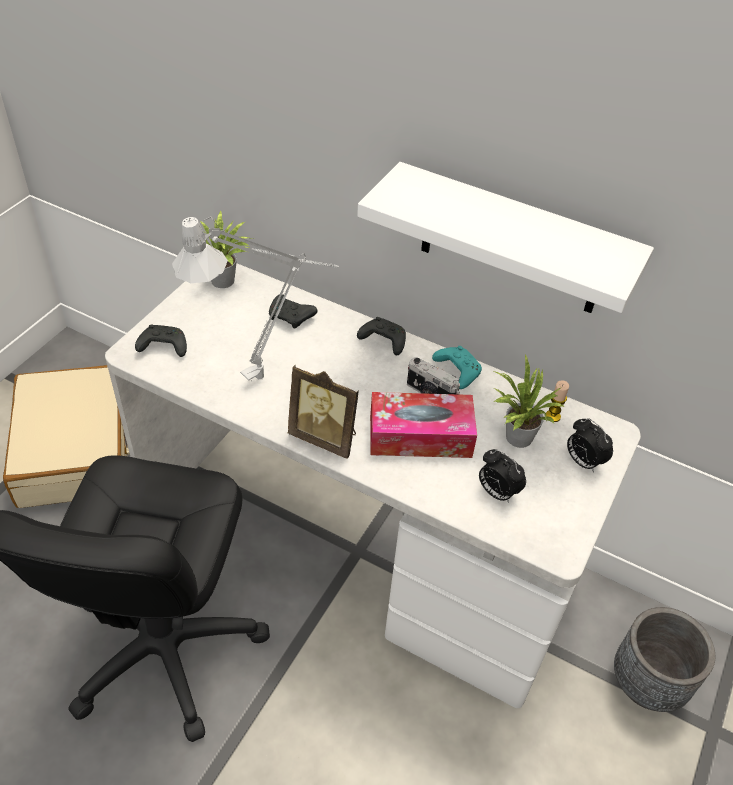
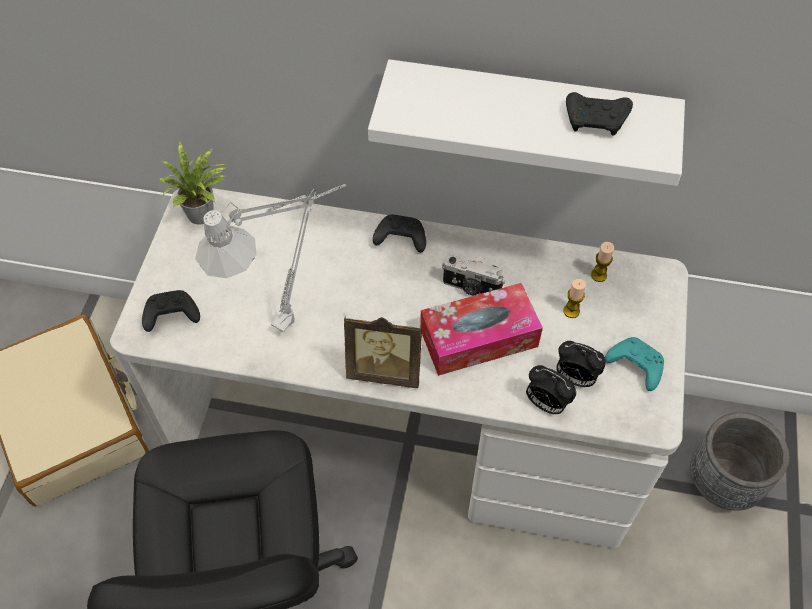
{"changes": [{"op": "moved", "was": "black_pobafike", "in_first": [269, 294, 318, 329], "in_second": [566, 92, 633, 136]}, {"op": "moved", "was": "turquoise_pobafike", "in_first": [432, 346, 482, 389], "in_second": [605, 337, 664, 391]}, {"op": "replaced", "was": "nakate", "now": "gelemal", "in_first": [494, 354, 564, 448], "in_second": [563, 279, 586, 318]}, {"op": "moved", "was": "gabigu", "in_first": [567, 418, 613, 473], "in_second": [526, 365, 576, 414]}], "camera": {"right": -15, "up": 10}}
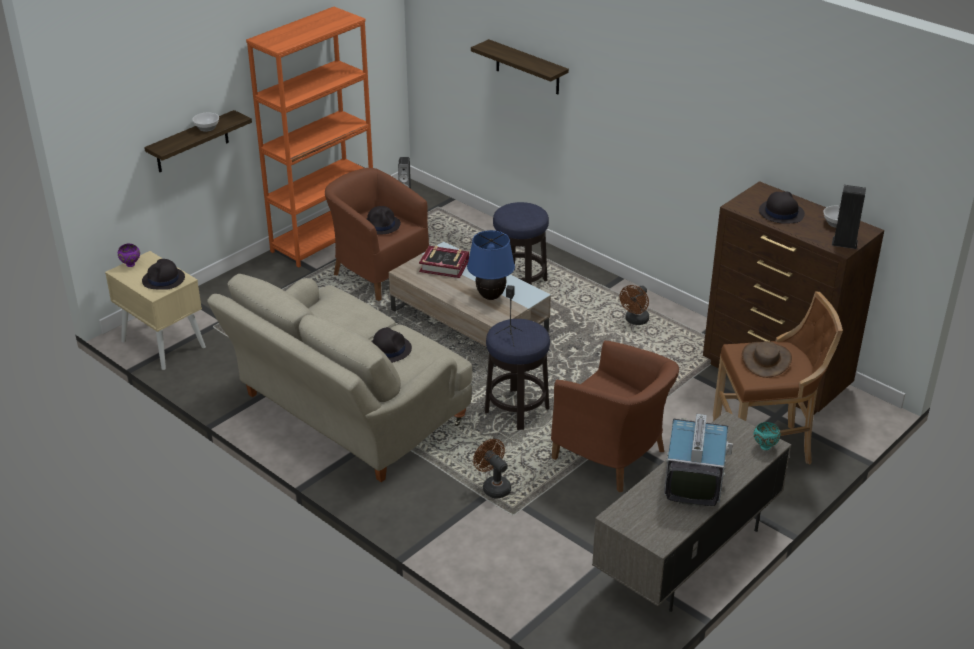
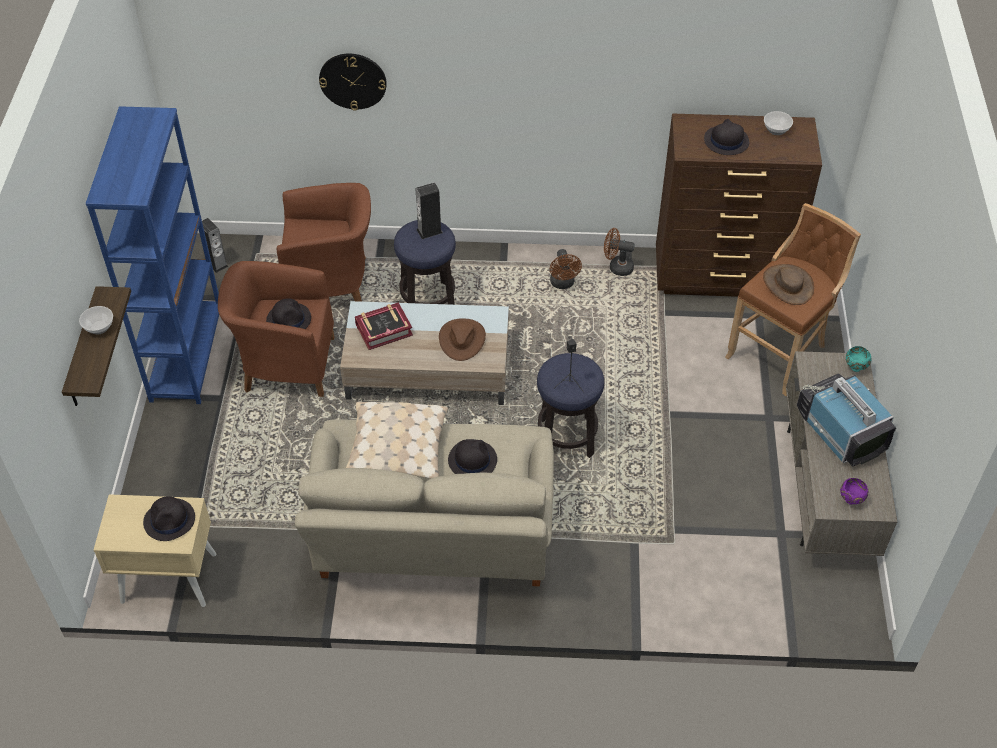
{"changes": [{"op": "moved", "was": "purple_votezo", "in_first": [118, 243, 140, 267], "in_second": [840, 478, 868, 505]}, {"op": "recoloured", "was": "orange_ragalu", "now": "blue_ragalu", "in_first": [246, 7, 373, 268], "in_second": [86, 106, 219, 404]}, {"op": "replaced", "was": "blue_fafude", "now": "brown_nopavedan", "in_first": [467, 230, 515, 300], "in_second": [439, 318, 486, 361]}, {"op": "replaced", "was": "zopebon", "now": "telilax", "in_first": [471, 39, 569, 94], "in_second": [319, 54, 387, 110]}, {"op": "moved", "was": "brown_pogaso", "in_first": [473, 439, 511, 498], "in_second": [604, 228, 635, 276]}, {"op": "moved", "was": "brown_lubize", "in_first": [551, 341, 679, 492], "in_second": [277, 183, 371, 302]}, {"op": "moved", "was": "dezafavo", "in_first": [832, 185, 866, 249], "in_second": [415, 182, 443, 239]}, {"op": "added", "now": "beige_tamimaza", "in_second": [346, 402, 448, 479]}], "camera": {"right": -40, "up": 15}}
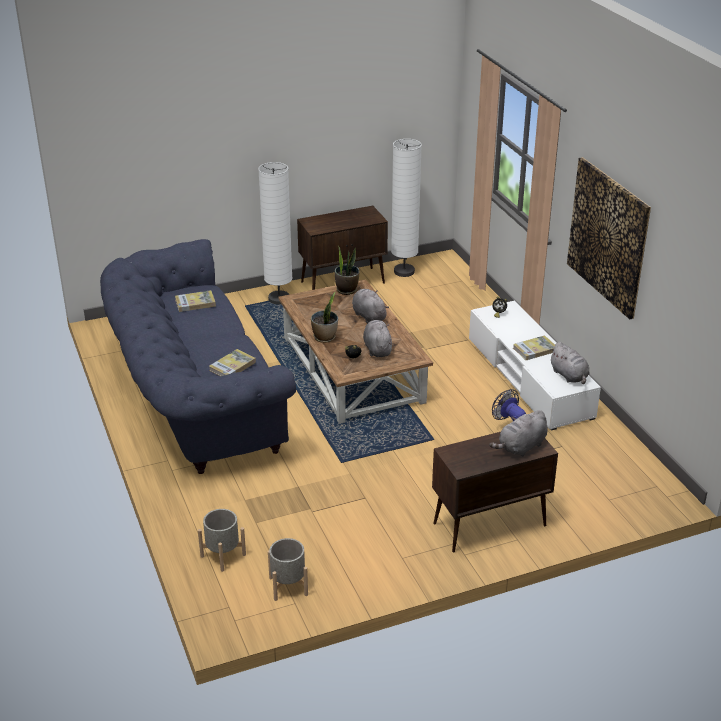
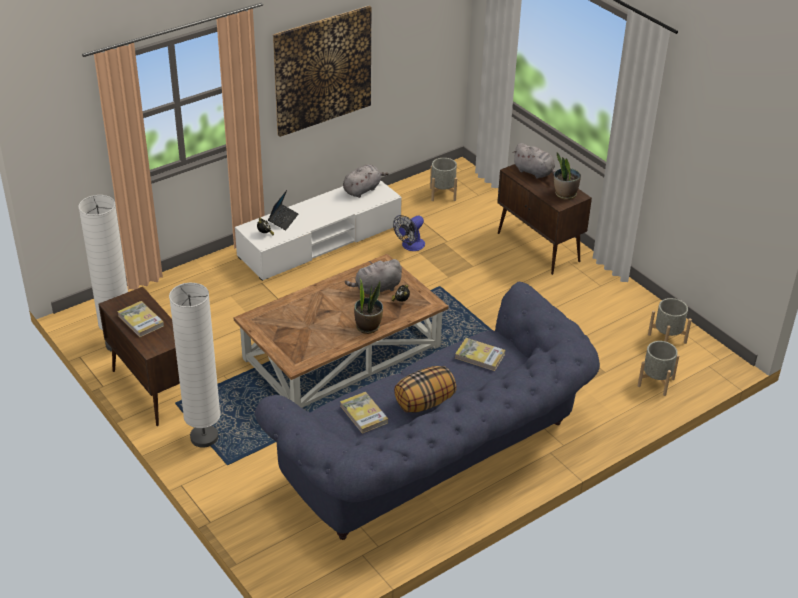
{"changes": [{"op": "moved", "was": "nakate", "in_first": [335, 246, 360, 295], "in_second": [554, 152, 581, 200]}, {"op": "removed", "was": "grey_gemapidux", "in_first": [352, 289, 389, 323]}, {"op": "moved", "was": "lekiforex", "in_first": [513, 335, 555, 360], "in_second": [117, 301, 164, 337]}, {"op": "added", "now": "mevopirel", "in_second": [268, 190, 298, 230]}, {"op": "added", "now": "tamimaza", "in_second": [394, 366, 457, 413]}, {"op": "added", "now": "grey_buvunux", "in_second": [430, 158, 457, 201]}], "camera": {"right": -105, "up": 5}}
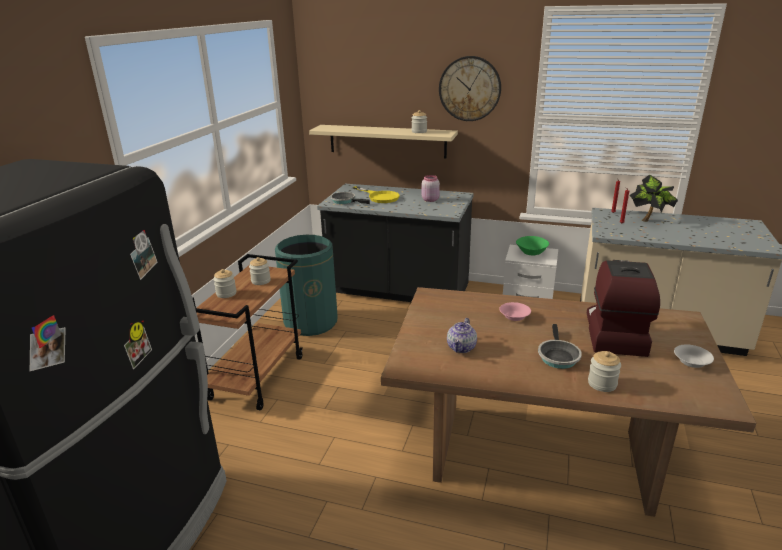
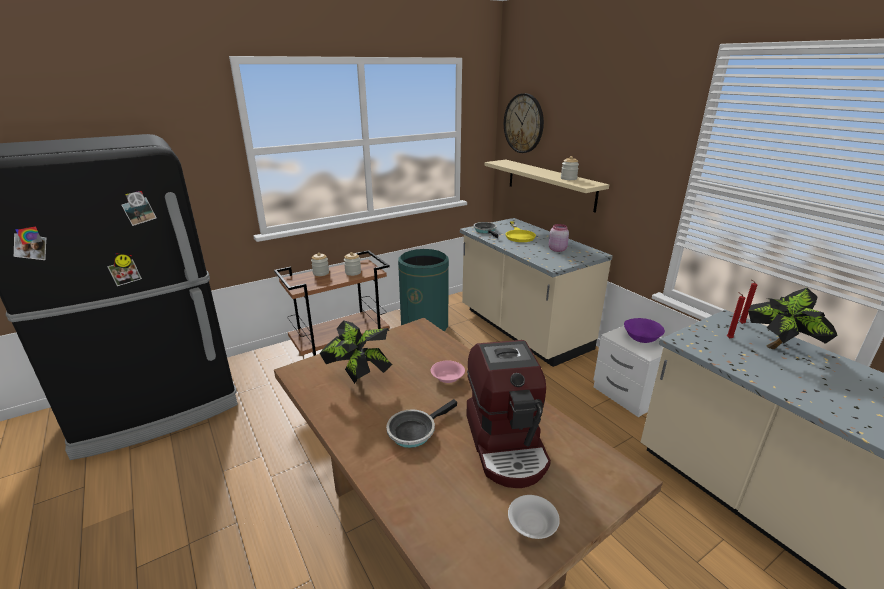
{"changes": [{"op": "recoloured", "was": "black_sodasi", "now": "beige_sodasi", "in_first": [317, 184, 474, 302], "in_second": [460, 218, 613, 367]}, {"op": "moved", "was": "telilax", "in_first": [439, 56, 501, 121], "in_second": [504, 93, 544, 153]}, {"op": "replaced", "was": "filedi", "now": "nakate", "in_first": [447, 318, 477, 353], "in_second": [319, 320, 393, 384]}, {"op": "recoloured", "was": "green_votezo", "now": "purple_votezo", "in_first": [516, 236, 549, 255], "in_second": [624, 318, 665, 343]}, {"op": "turned", "was": "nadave", "in_first": [587, 260, 660, 357], "in_second": [466, 340, 551, 488], "clockwise": 120}, {"op": "removed", "was": "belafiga", "in_first": [588, 351, 621, 392]}], "camera": {"right": 40, "up": 0}}
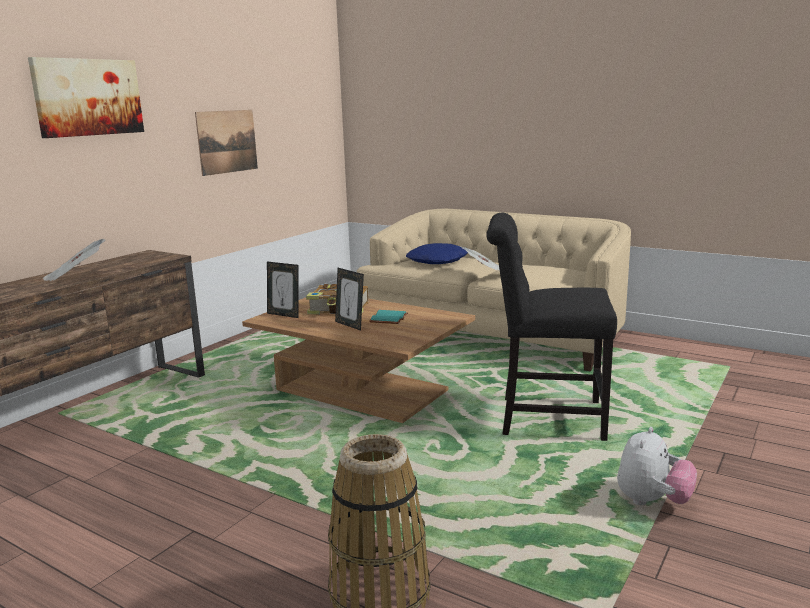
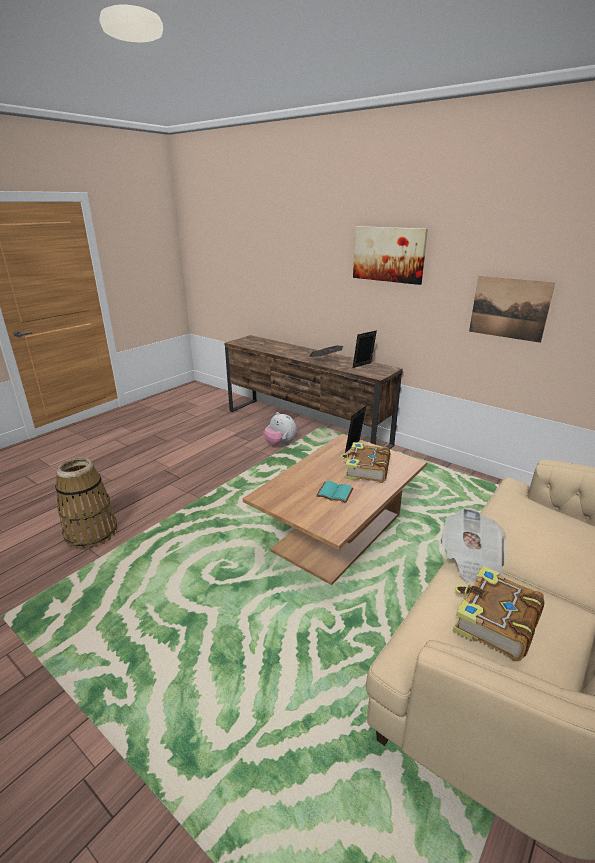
{"changes": [{"op": "moved", "was": "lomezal", "in_first": [335, 268, 364, 331], "in_second": [353, 330, 377, 368]}, {"op": "removed", "was": "blue_tamimaza", "in_first": [406, 243, 468, 264]}, {"op": "removed", "was": "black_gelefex", "in_first": [486, 212, 617, 441]}, {"op": "moved", "was": "gemapidux", "in_first": [617, 427, 697, 505], "in_second": [263, 412, 297, 446]}, {"op": "added", "now": "lekiforex", "in_second": [453, 566, 545, 661]}], "camera": {"right": 95, "up": 10}}
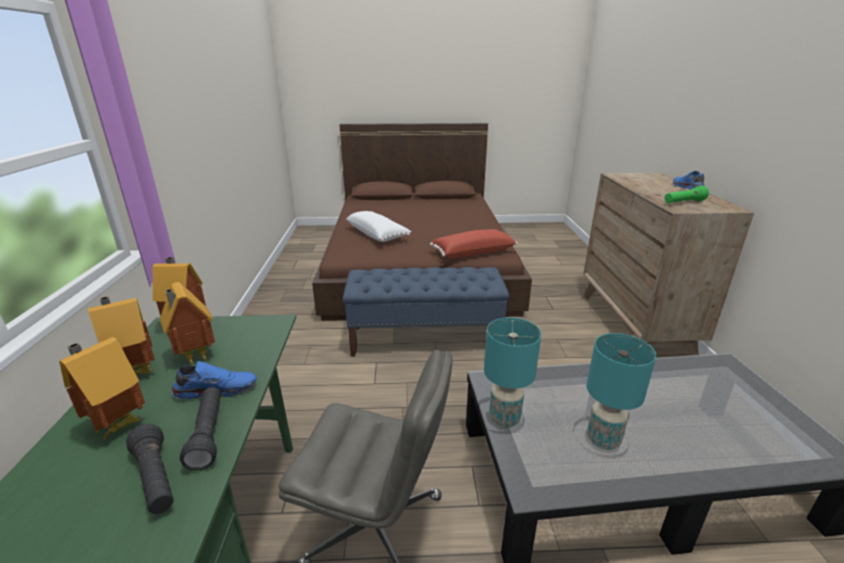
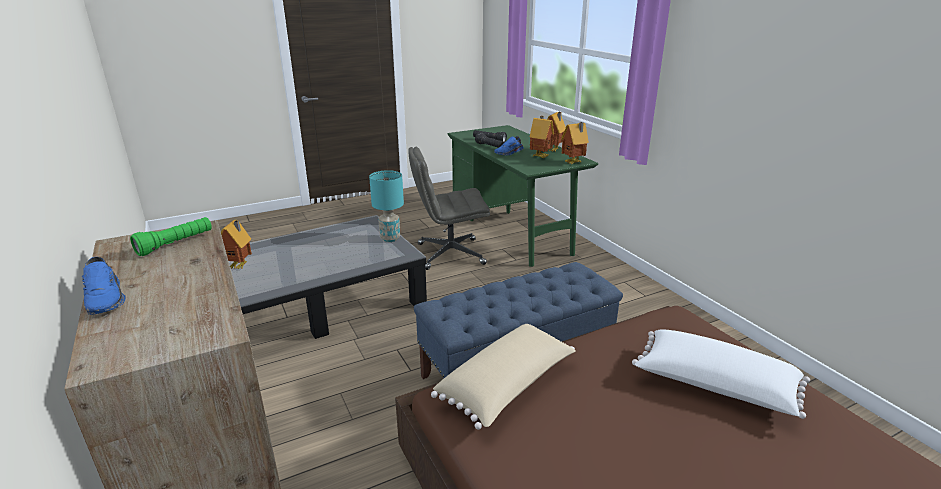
{"changes": [{"op": "moved", "was": "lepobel", "in_first": [59, 337, 145, 440], "in_second": [221, 220, 252, 269]}, {"op": "recoloured", "was": "red_tamimaza", "now": "beige_tamimaza", "in_first": [430, 229, 518, 258], "in_second": [431, 324, 575, 430]}, {"op": "removed", "was": "turquoise_fafude", "in_first": [586, 333, 656, 450]}], "camera": {"right": 155, "up": 0}}
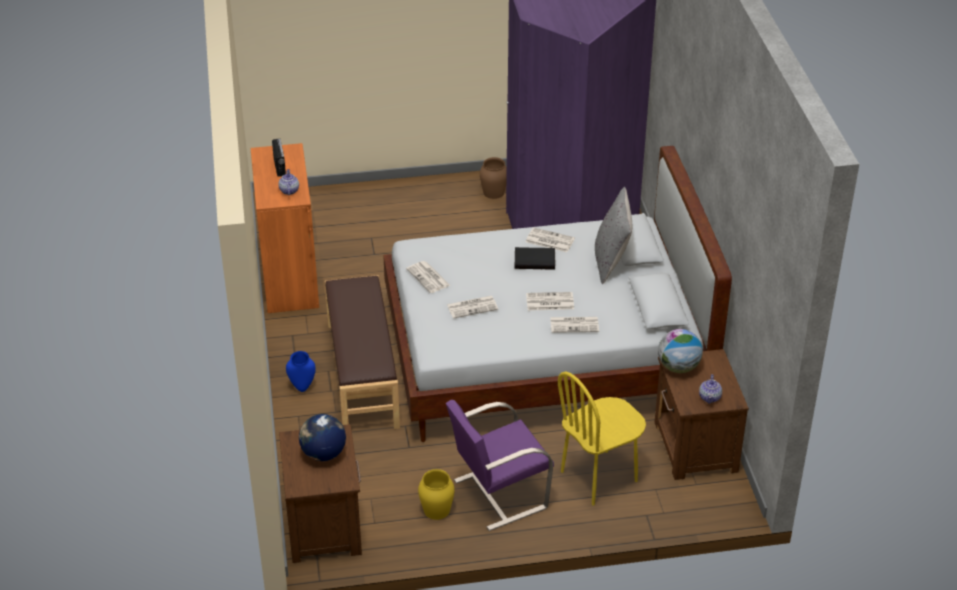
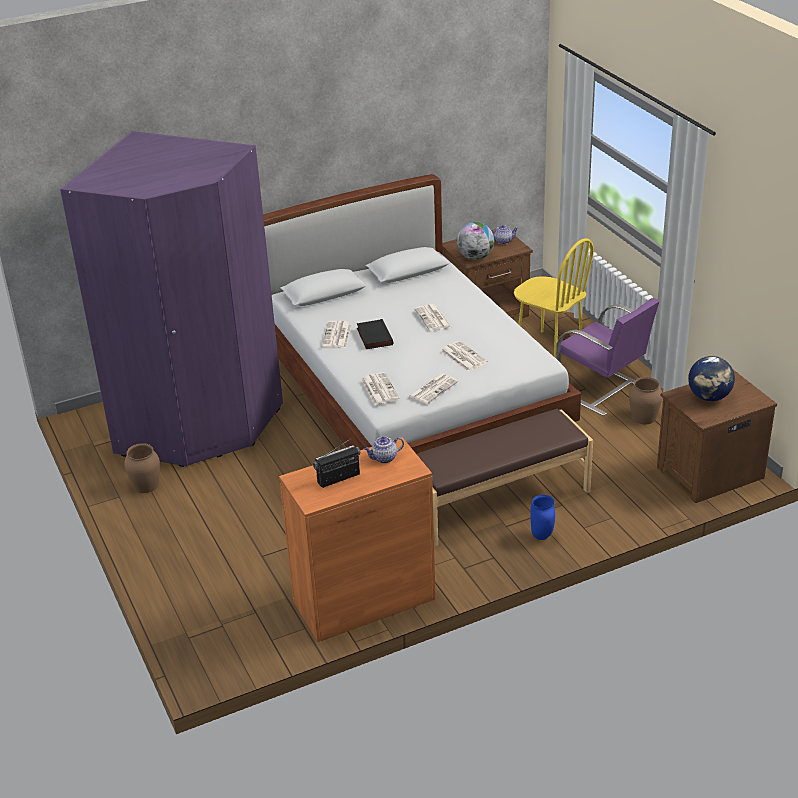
{"changes": [{"op": "recoloured", "was": "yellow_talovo", "now": "brown_talovo", "in_first": [418, 469, 455, 520], "in_second": [629, 377, 662, 424]}, {"op": "moved", "was": "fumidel", "in_first": [550, 317, 599, 333], "in_second": [361, 372, 400, 405]}, {"op": "removed", "was": "grey_tamimaza", "in_first": [595, 187, 633, 284]}], "camera": {"right": -105, "up": -5}}
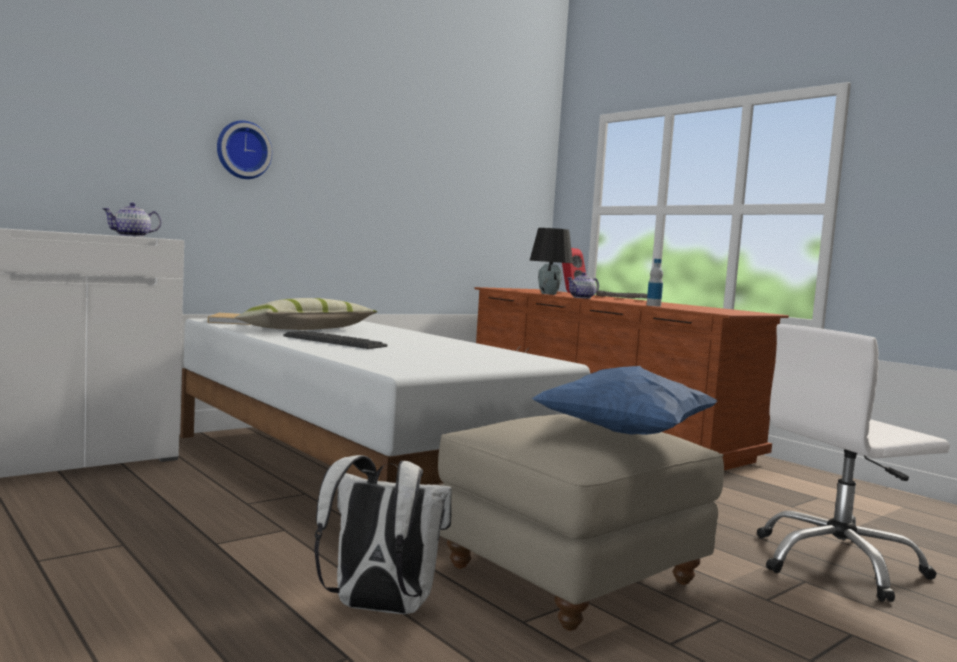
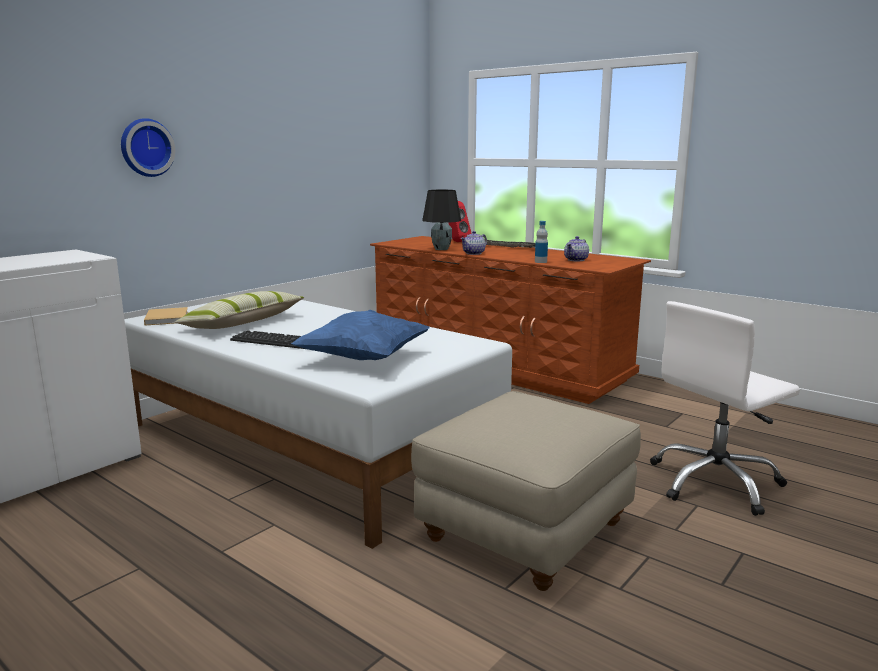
{"changes": [{"op": "moved", "was": "filedi", "in_first": [102, 203, 161, 237], "in_second": [564, 236, 589, 261]}, {"op": "removed", "was": "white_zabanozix", "in_first": [314, 455, 452, 614]}, {"op": "moved", "was": "blue_tamimaza", "in_first": [532, 366, 717, 435], "in_second": [291, 310, 430, 360]}], "camera": {"right": -10, "up": 10}}
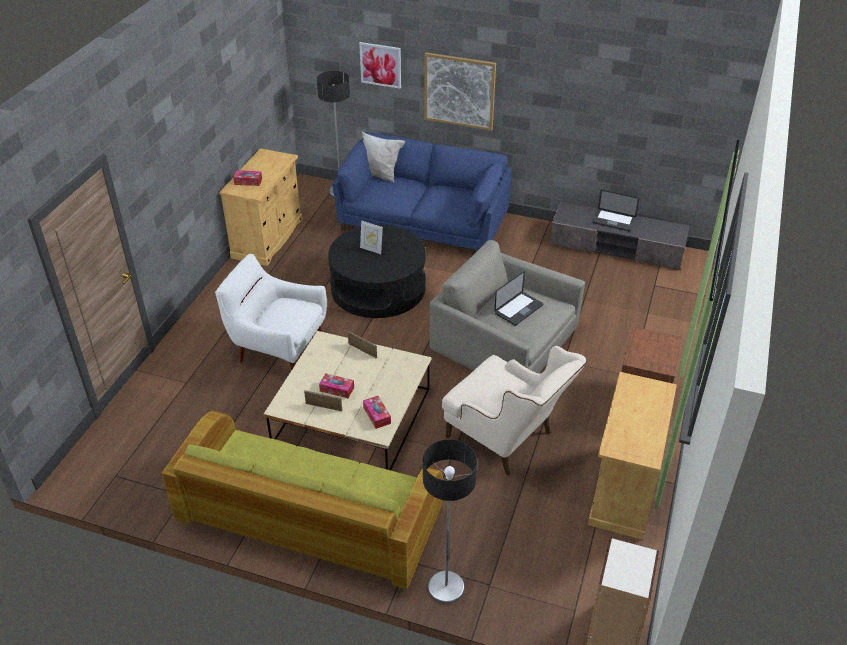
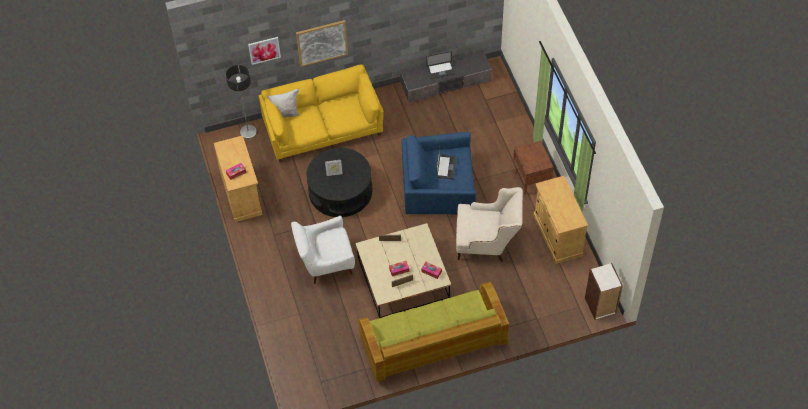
{"changes": [{"op": "recoloured", "was": "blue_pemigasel", "now": "yellow_pemigasel", "in_first": [332, 132, 512, 250], "in_second": [259, 64, 384, 162]}, {"op": "removed", "was": "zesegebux", "in_first": [423, 439, 477, 604]}, {"op": "recoloured", "was": "grey_lubize", "now": "blue_lubize", "in_first": [430, 240, 585, 373], "in_second": [401, 132, 476, 215]}], "camera": {"right": -35, "up": 15}}
